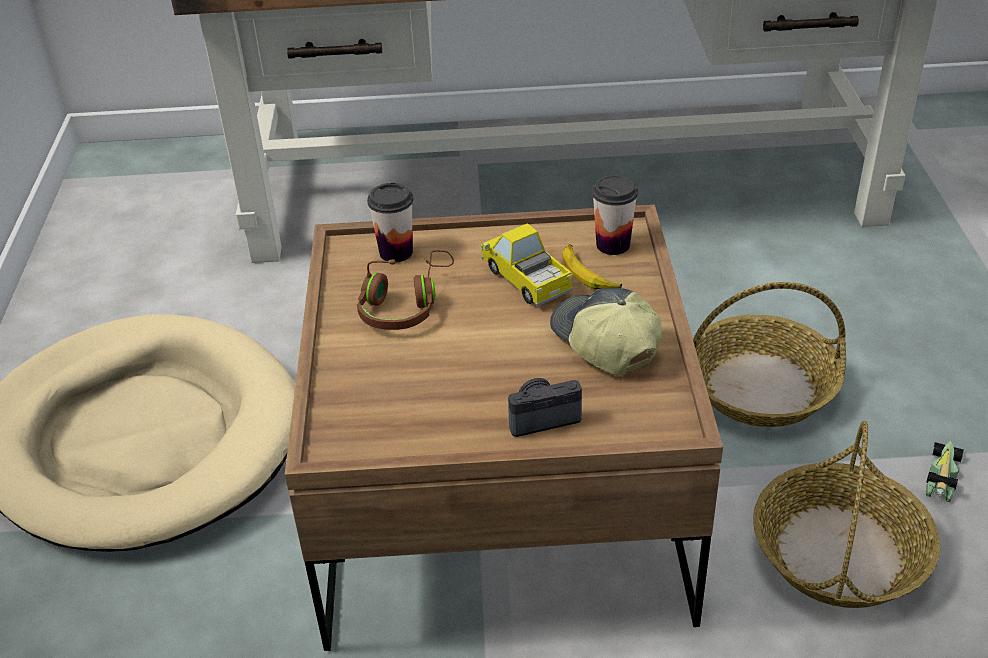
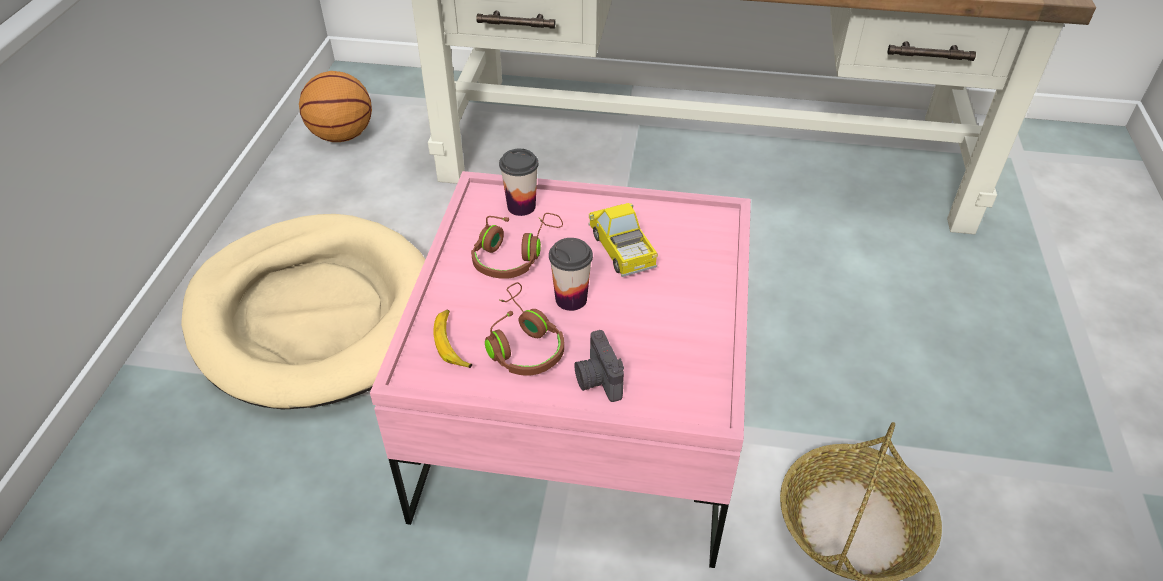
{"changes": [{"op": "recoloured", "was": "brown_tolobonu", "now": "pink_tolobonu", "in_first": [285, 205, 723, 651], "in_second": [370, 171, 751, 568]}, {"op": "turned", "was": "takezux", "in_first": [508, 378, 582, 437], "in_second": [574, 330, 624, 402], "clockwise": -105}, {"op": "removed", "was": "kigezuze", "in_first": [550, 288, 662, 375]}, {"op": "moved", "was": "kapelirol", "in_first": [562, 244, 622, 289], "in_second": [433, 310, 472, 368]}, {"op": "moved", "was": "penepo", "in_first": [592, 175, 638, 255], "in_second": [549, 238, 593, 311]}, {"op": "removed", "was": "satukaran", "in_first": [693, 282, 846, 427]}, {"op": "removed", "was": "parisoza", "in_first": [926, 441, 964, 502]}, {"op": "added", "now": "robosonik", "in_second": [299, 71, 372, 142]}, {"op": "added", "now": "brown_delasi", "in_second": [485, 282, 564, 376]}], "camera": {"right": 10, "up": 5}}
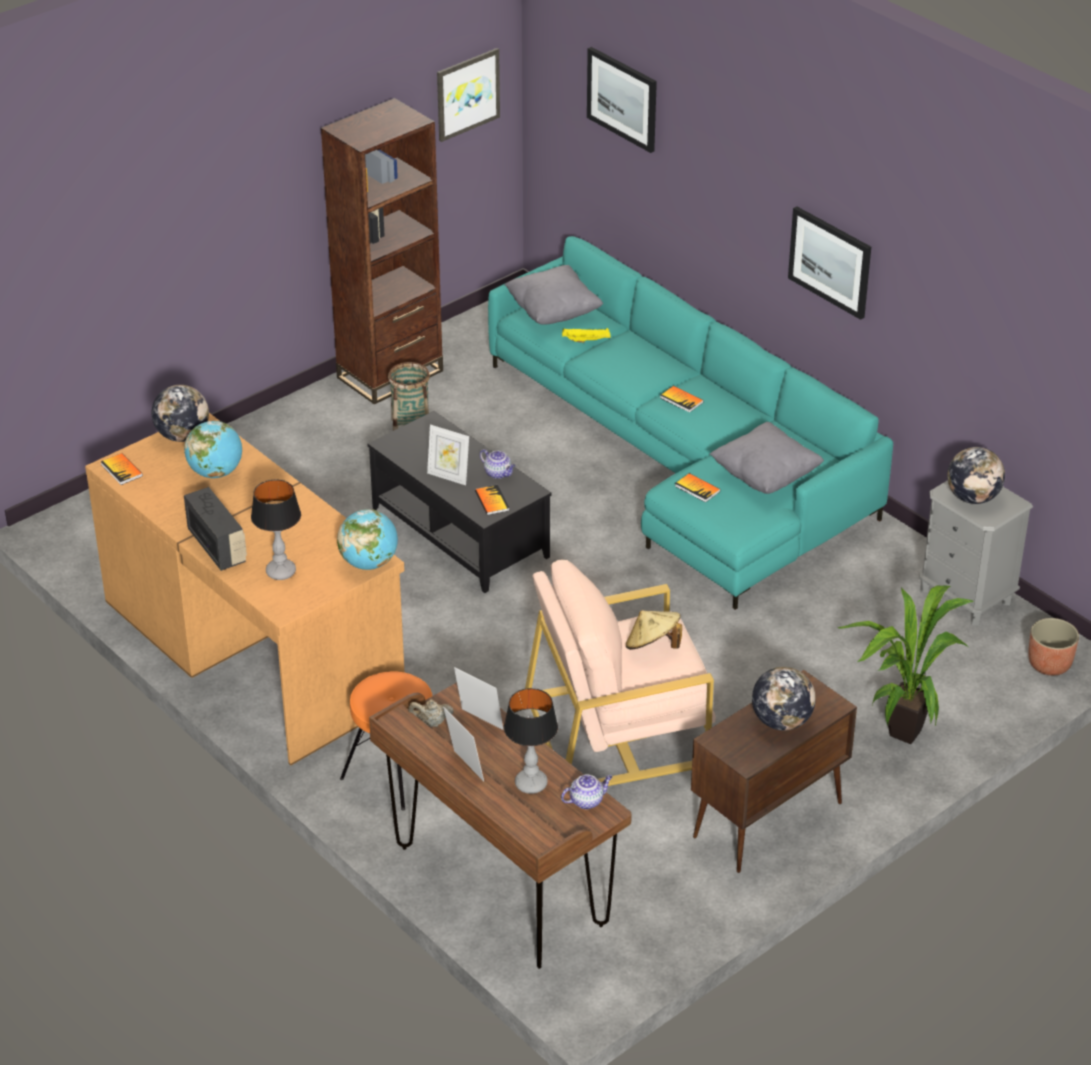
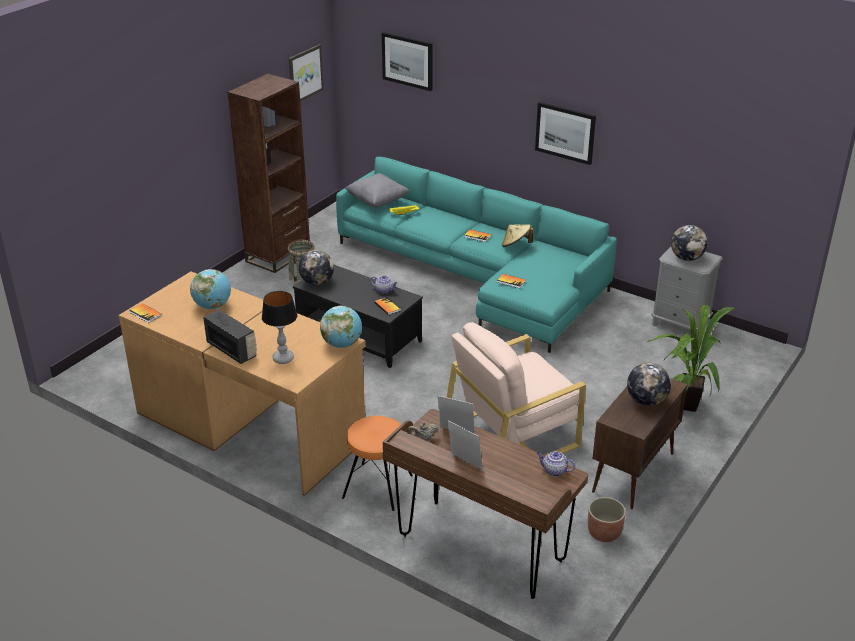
{"changes": [{"op": "moved", "was": "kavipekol", "in_first": [152, 385, 209, 442], "in_second": [299, 250, 334, 285]}, {"op": "removed", "was": "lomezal", "in_first": [427, 425, 469, 485]}, {"op": "removed", "was": "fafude", "in_first": [504, 688, 558, 794]}, {"op": "turned", "was": "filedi", "in_first": [561, 774, 612, 809], "in_second": [537, 451, 575, 476], "clockwise": -120}, {"op": "moved", "was": "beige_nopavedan", "in_first": [626, 610, 682, 650], "in_second": [502, 224, 534, 247]}, {"op": "removed", "was": "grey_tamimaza", "in_first": [709, 422, 824, 494]}, {"op": "moved", "was": "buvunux", "in_first": [1028, 618, 1079, 676], "in_second": [588, 497, 626, 542]}], "camera": {"right": -15, "up": -5}}
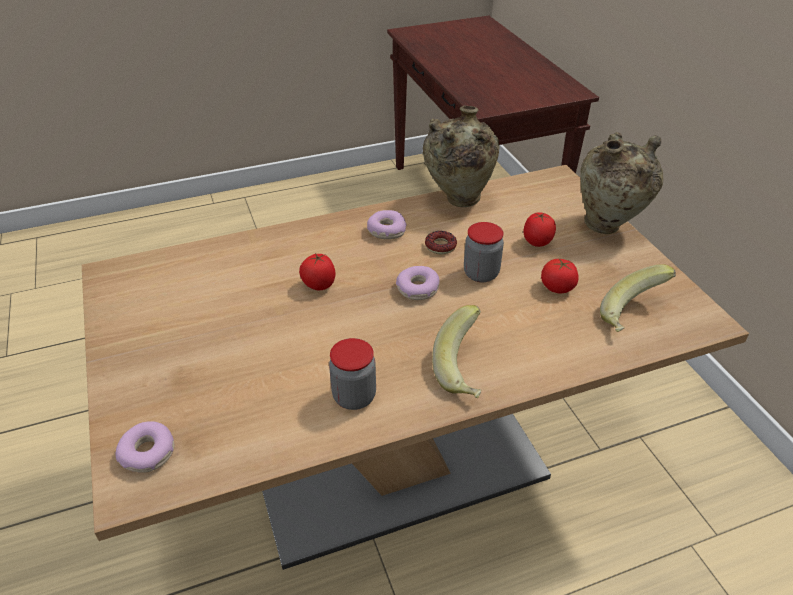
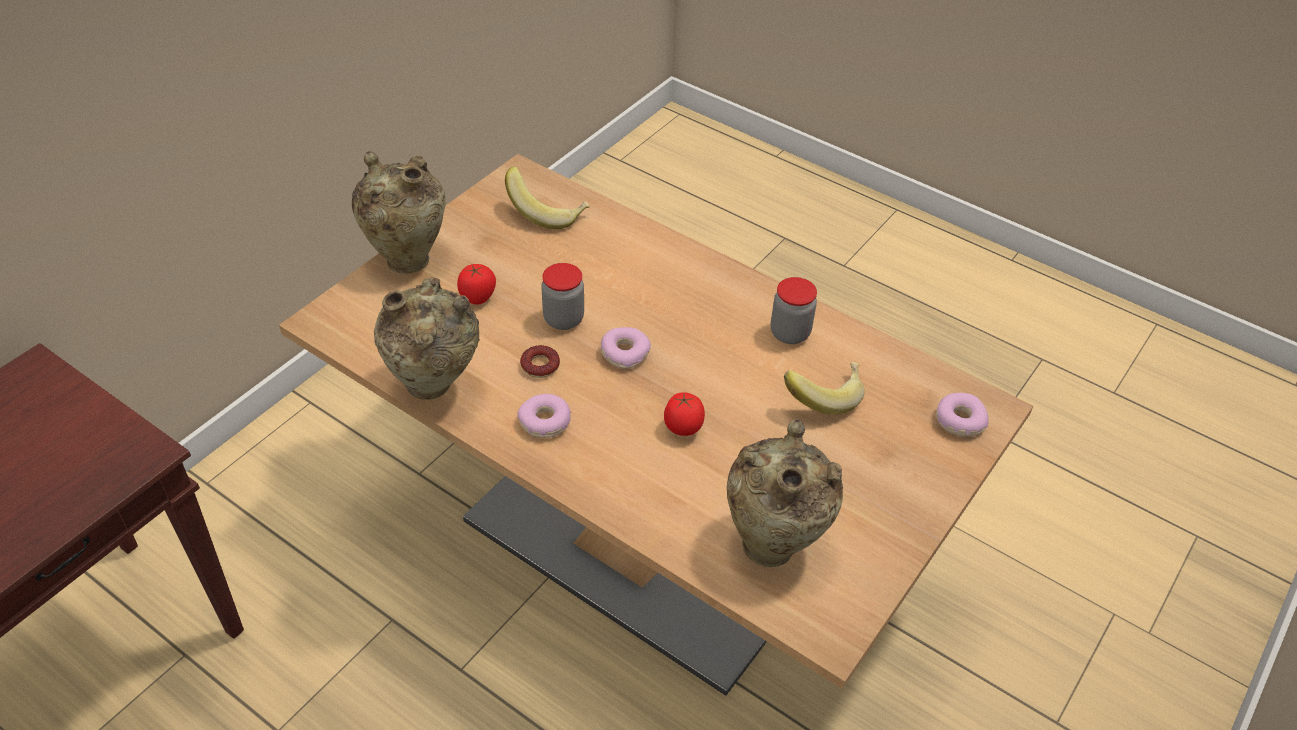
{"changes": [{"op": "moved", "was": "kapelirol", "in_first": [432, 305, 481, 398], "in_second": [784, 362, 865, 414]}, {"op": "removed", "was": "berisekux", "in_first": [541, 259, 579, 294]}, {"op": "added", "now": "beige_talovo", "in_second": [727, 419, 843, 567]}], "camera": {"right": -125, "up": 5}}
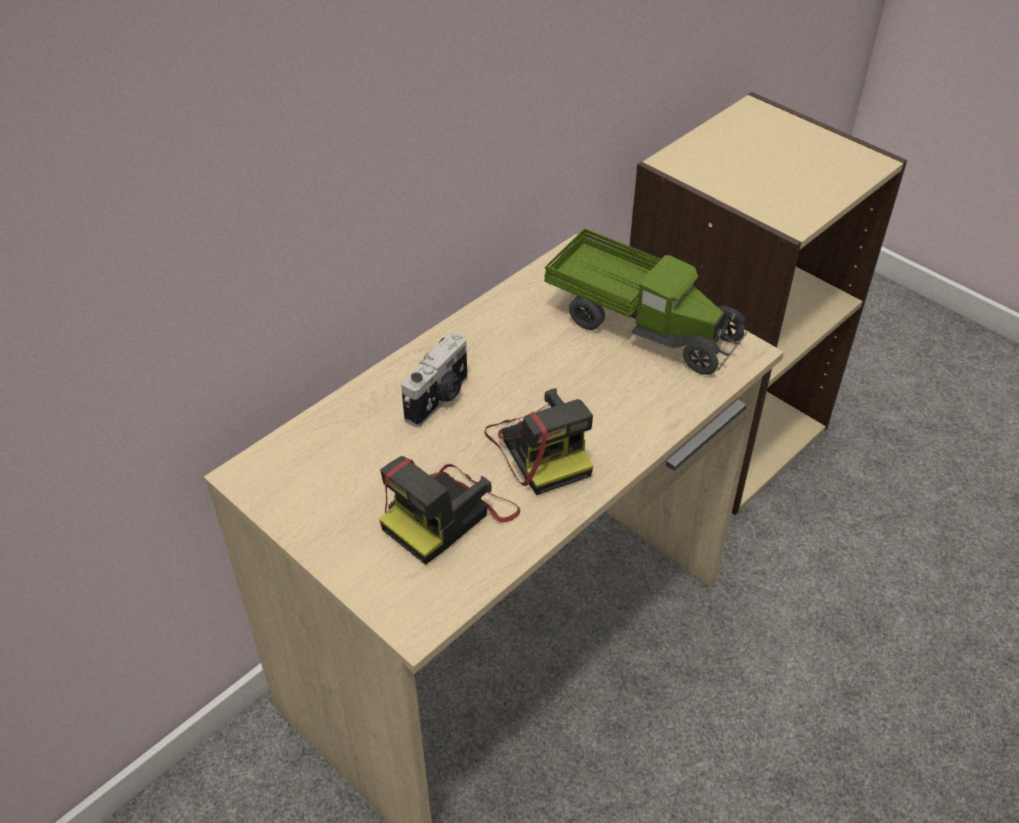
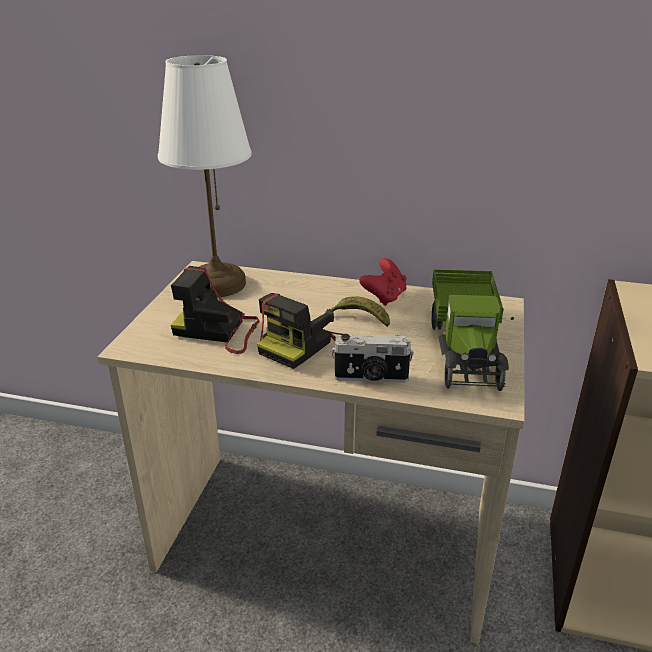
{"changes": [{"op": "moved", "was": "takezux", "in_first": [401, 333, 467, 427], "in_second": [332, 334, 414, 382]}, {"op": "added", "now": "white_fafude", "in_second": [158, 55, 252, 298]}, {"op": "added", "now": "kapelirol", "in_second": [325, 296, 390, 327]}, {"op": "added", "now": "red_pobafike", "in_second": [359, 258, 407, 306]}], "camera": {"right": 60, "up": -15}}
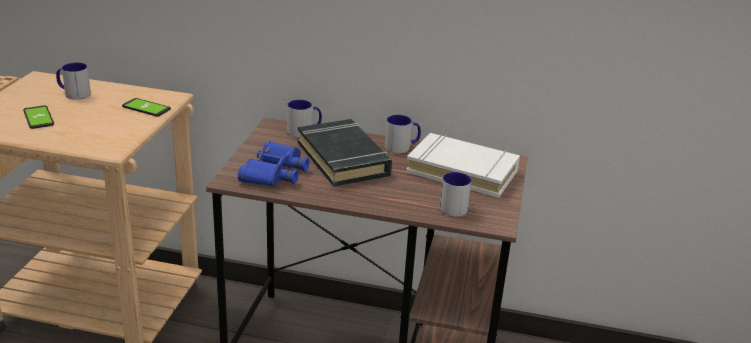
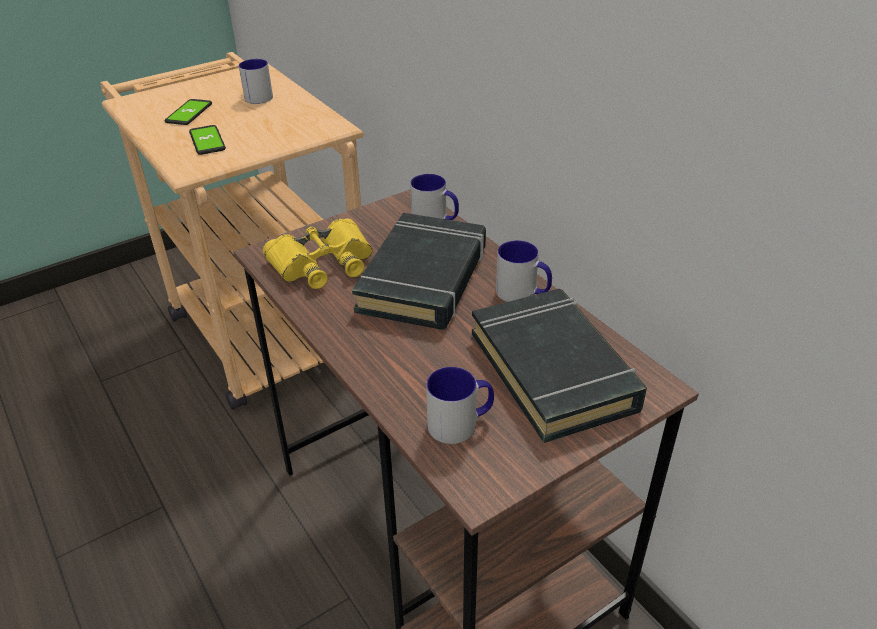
{"changes": [{"op": "moved", "was": "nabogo", "in_first": [122, 98, 171, 117], "in_second": [189, 125, 226, 155]}, {"op": "recoloured", "was": "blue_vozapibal", "now": "yellow_vozapibal", "in_first": [238, 141, 310, 187], "in_second": [263, 219, 372, 289]}, {"op": "recoloured", "was": "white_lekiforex", "now": "black_lekiforex", "in_first": [406, 133, 520, 198], "in_second": [472, 289, 647, 443]}], "camera": {"right": 45, "up": 10}}
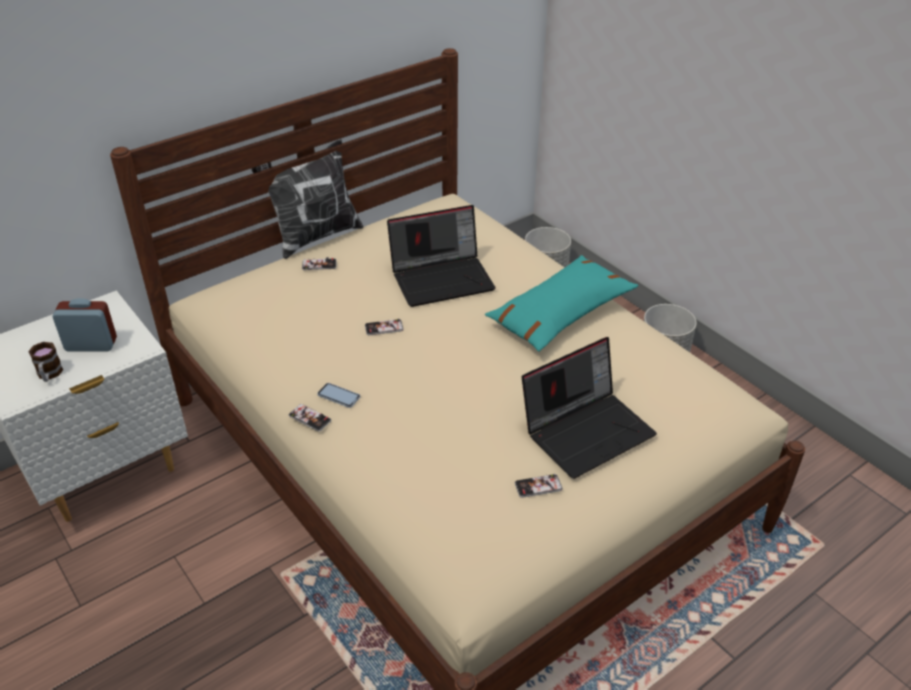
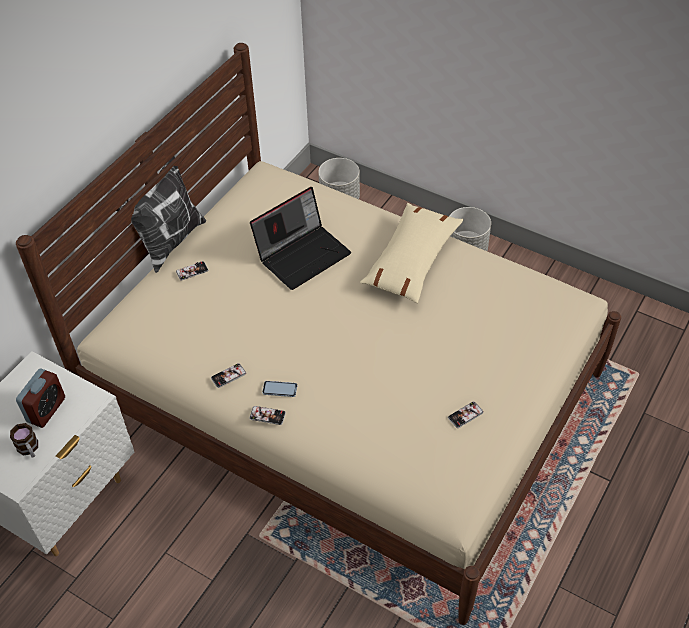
{"changes": [{"op": "turned", "was": "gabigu", "in_first": [52, 298, 117, 351], "in_second": [16, 368, 65, 428], "clockwise": 135}, {"op": "moved", "was": "nabogo", "in_first": [365, 318, 404, 335], "in_second": [211, 363, 246, 388]}, {"op": "recoloured", "was": "turquoise_tamimaza", "now": "beige_tamimaza", "in_first": [485, 255, 638, 352], "in_second": [360, 203, 463, 304]}, {"op": "removed", "was": "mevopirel", "in_first": [522, 337, 657, 479]}], "camera": {"right": -20, "up": 10}}
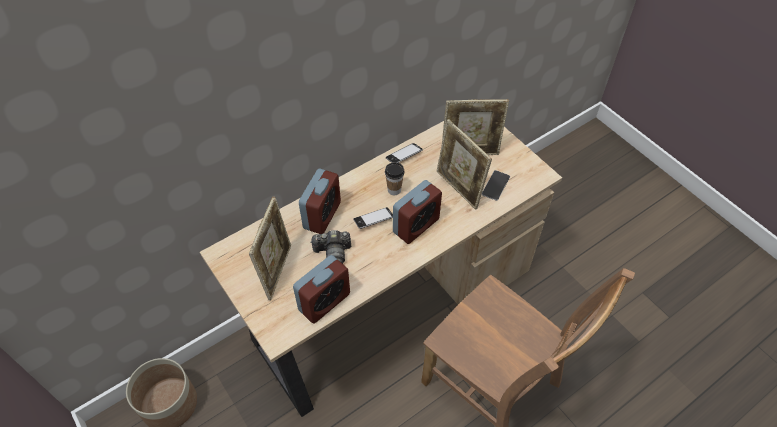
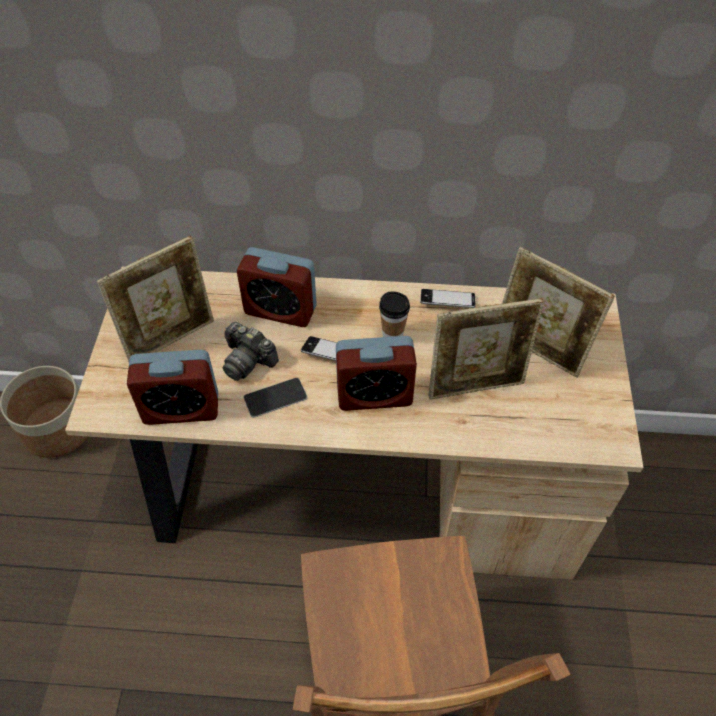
{"changes": [{"op": "turned", "was": "gabigu", "in_first": [299, 168, 341, 234], "in_second": [237, 247, 317, 327], "clockwise": 45}, {"op": "turned", "was": "lomezal", "in_first": [437, 119, 492, 210], "in_second": [429, 298, 545, 400], "clockwise": -105}, {"op": "moved", "was": "nabogo", "in_first": [482, 170, 510, 201], "in_second": [243, 378, 307, 418]}], "camera": {"right": 40, "up": 0}}
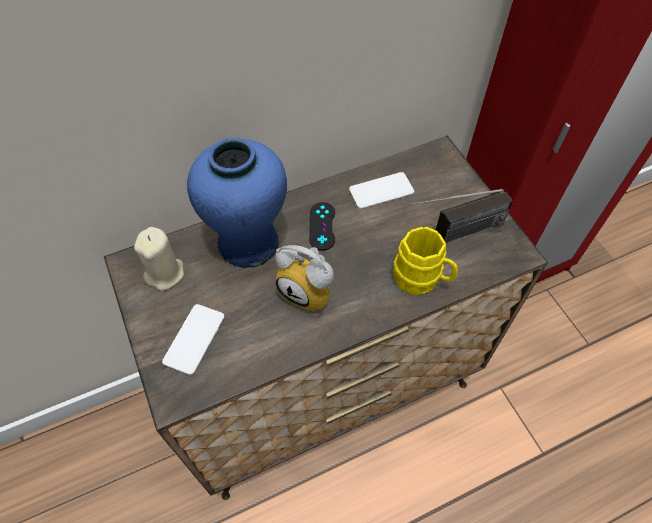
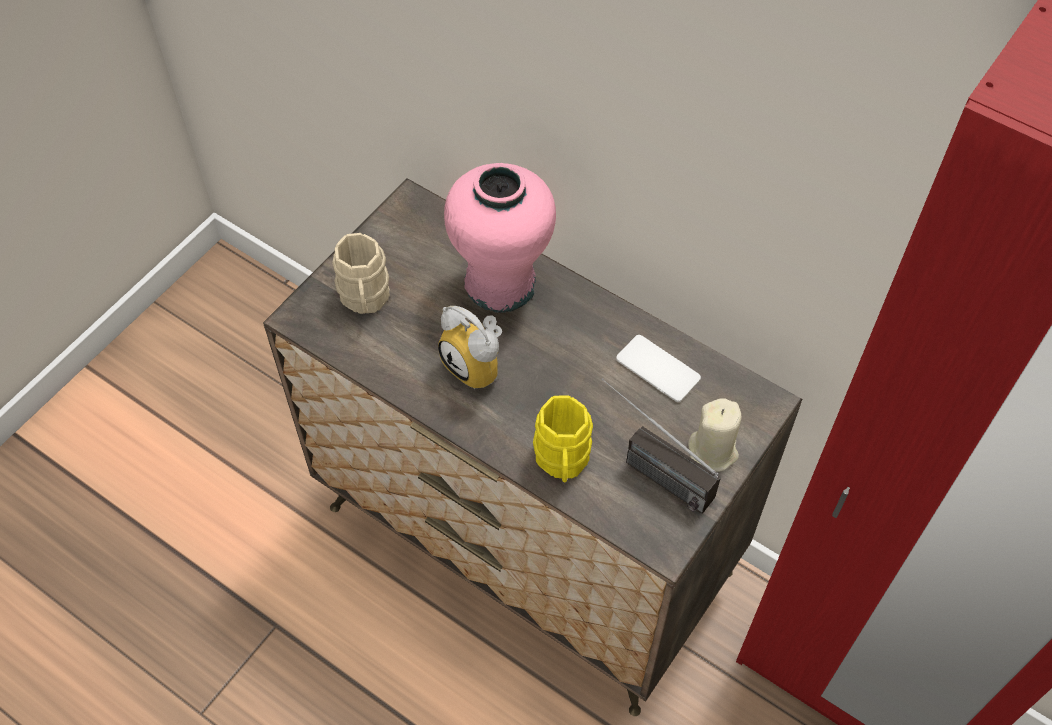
{"changes": [{"op": "moved", "was": "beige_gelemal", "in_first": [134, 227, 184, 291], "in_second": [688, 398, 742, 472]}, {"op": "replaced", "was": "nabogo", "now": "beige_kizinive", "in_first": [162, 304, 224, 375], "in_second": [332, 233, 390, 314]}, {"op": "recoloured", "was": "blue_talovo", "now": "pink_talovo", "in_first": [187, 138, 287, 269], "in_second": [444, 163, 556, 313]}, {"op": "turned", "was": "gabigu", "in_first": [275, 245, 334, 312], "in_second": [438, 306, 502, 390], "clockwise": -45}, {"op": "removed", "was": "black_pobafike", "in_first": [309, 202, 335, 251]}], "camera": {"right": 60, "up": 0}}
